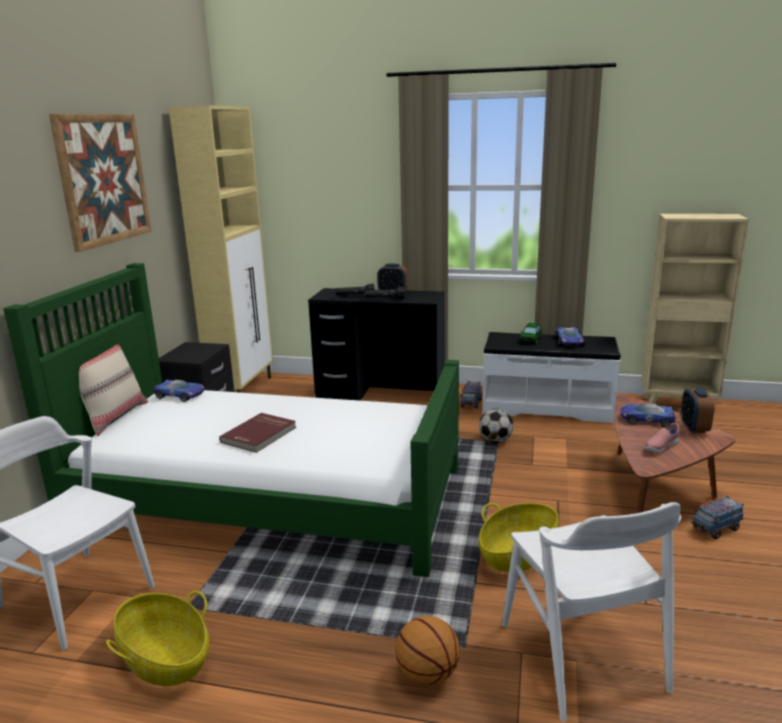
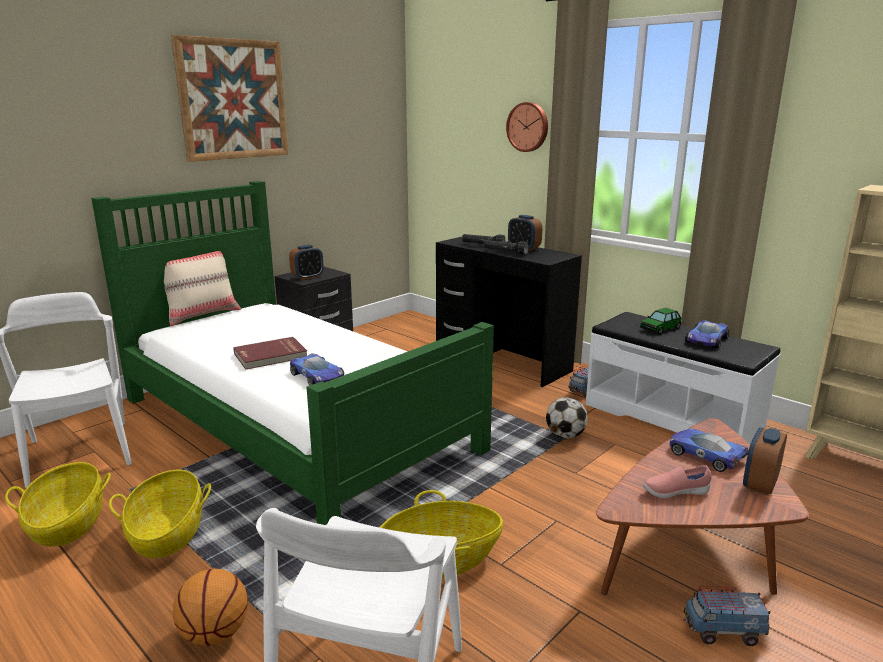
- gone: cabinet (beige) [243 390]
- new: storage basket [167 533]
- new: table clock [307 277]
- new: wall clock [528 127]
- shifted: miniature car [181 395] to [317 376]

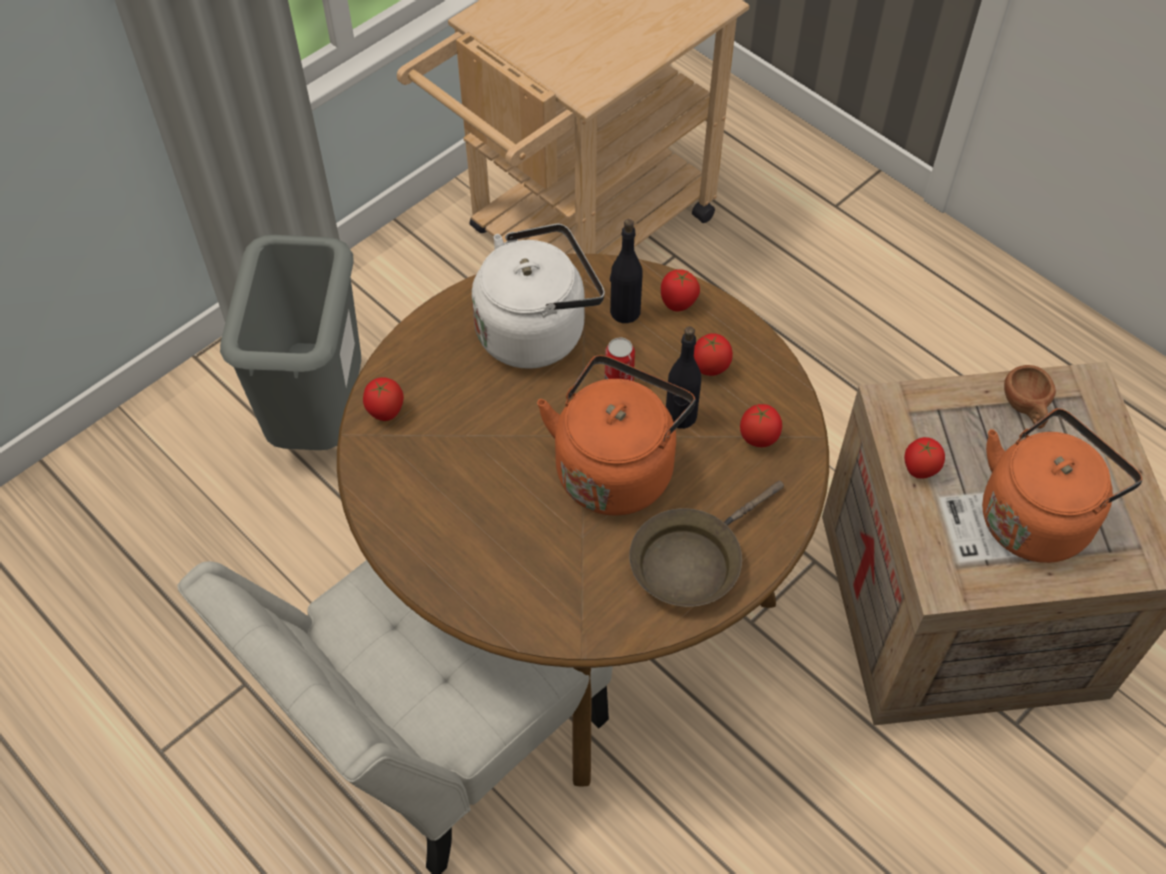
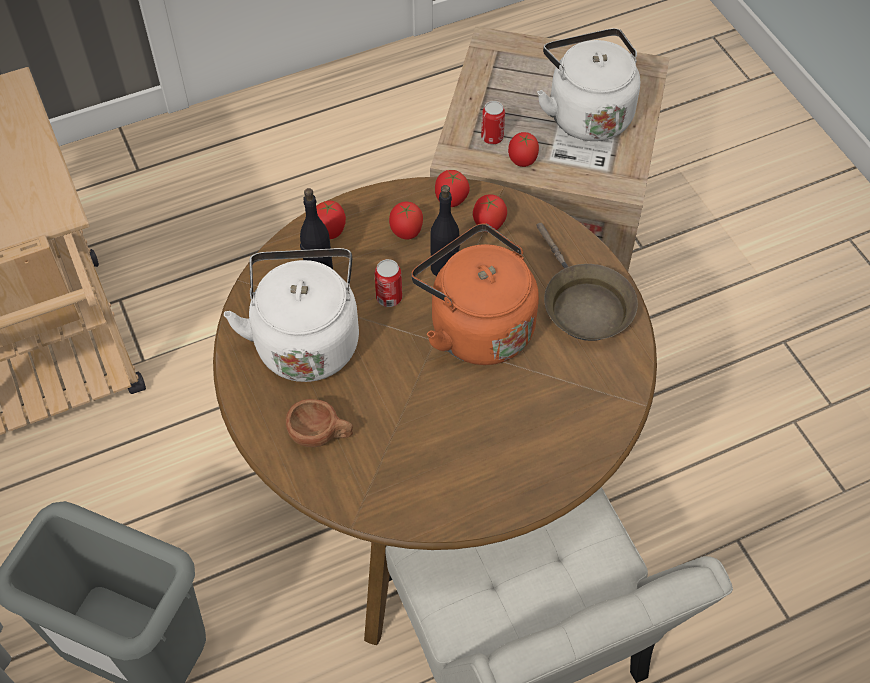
- new: sealed can [492 137]
- shifted: fresh tomato [385 413] to [451 201]
- shifted: cup (brown-coloured) [1026 408] to [321 435]
- repainted: water kettle (orange) [1037 516] to water kettle (white) [586 113]

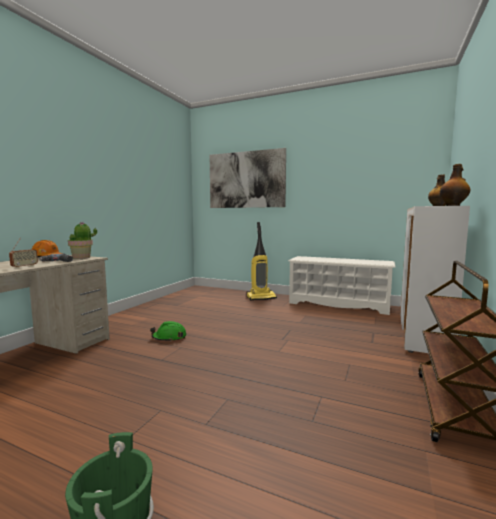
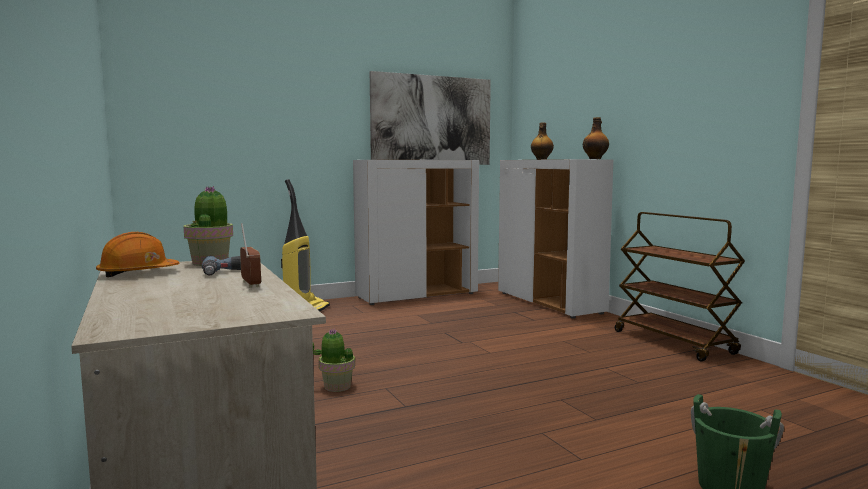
- shifted: wall art [246 180] to [432 120]
- swapped: hard hat (greenish) [169 338] to houseplant [337 386]
- swapped: shoe rack (white) [338 304] to cabinet (white) [417 295]

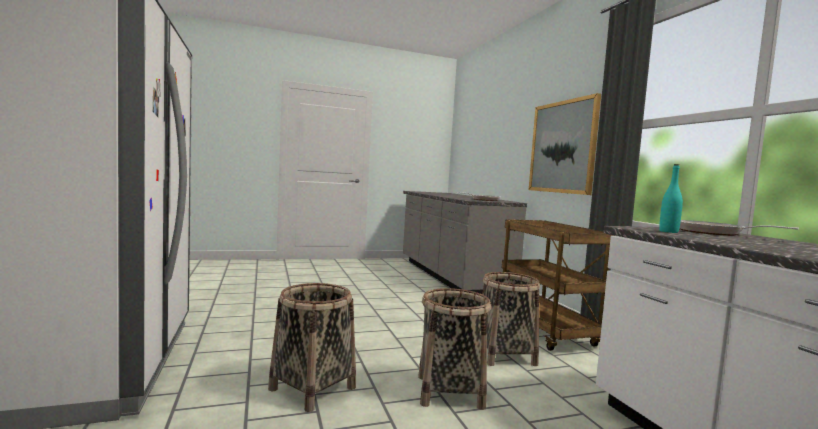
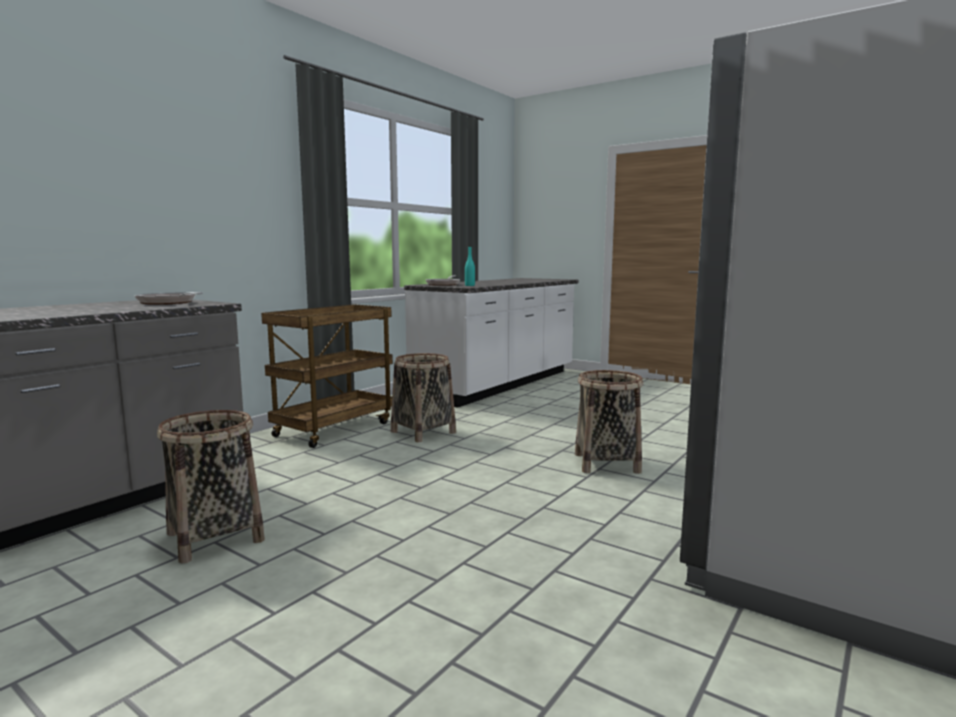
- gone: wall art [562 147]
- shifted: storage basket [450 391] to [214 537]

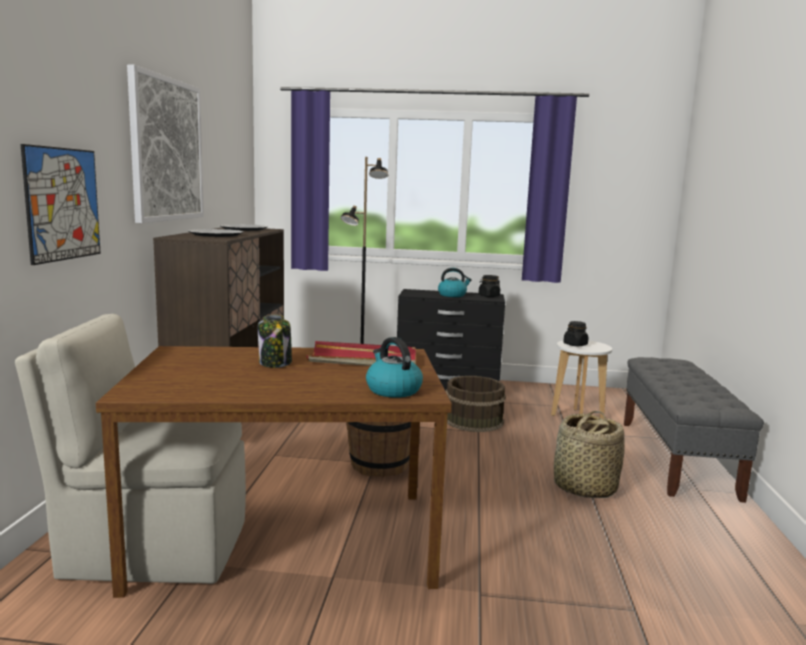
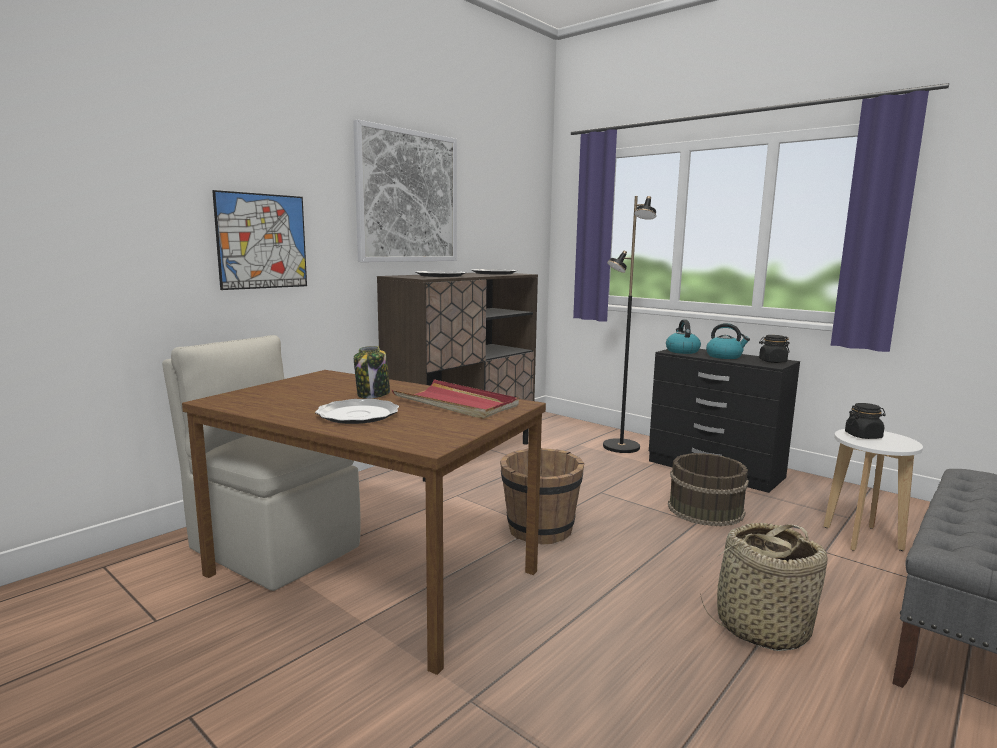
- new: dinner plate [358 414]
- shifted: water kettle [392 390] to [682 351]

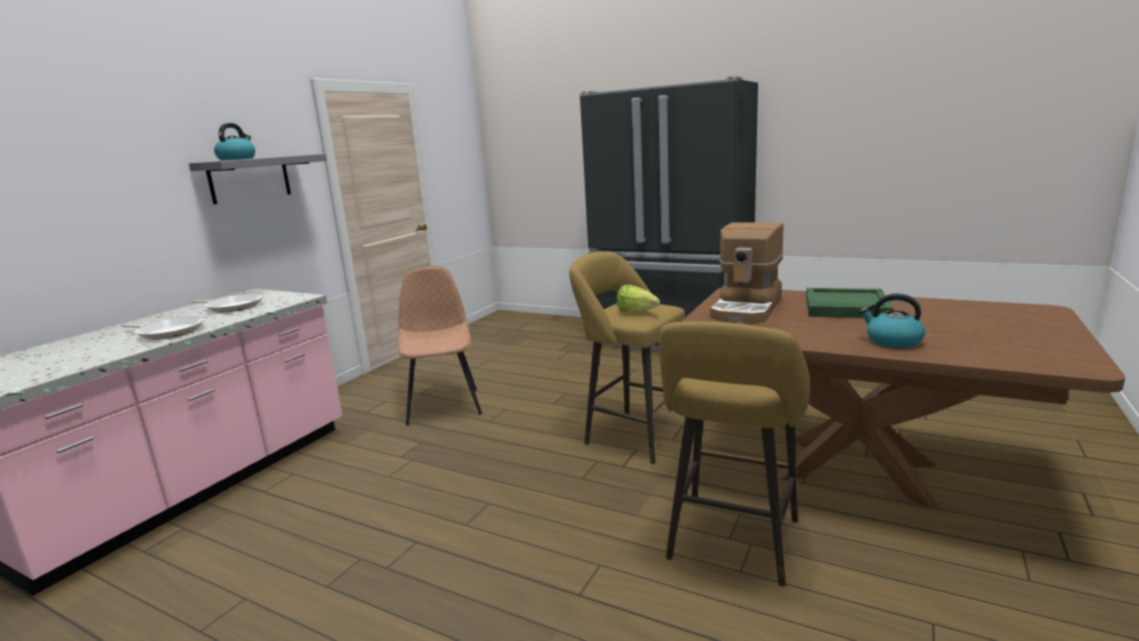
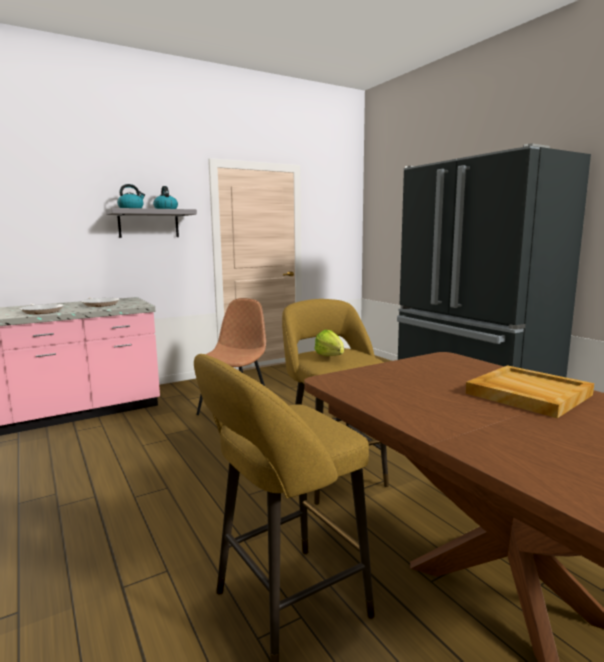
- gone: coffee brewer [747 309]
- shifted: water kettle [892 341] to [165 209]
- repainted: carrying tray (greenish) [845 307] to carrying tray (beige) [527 394]

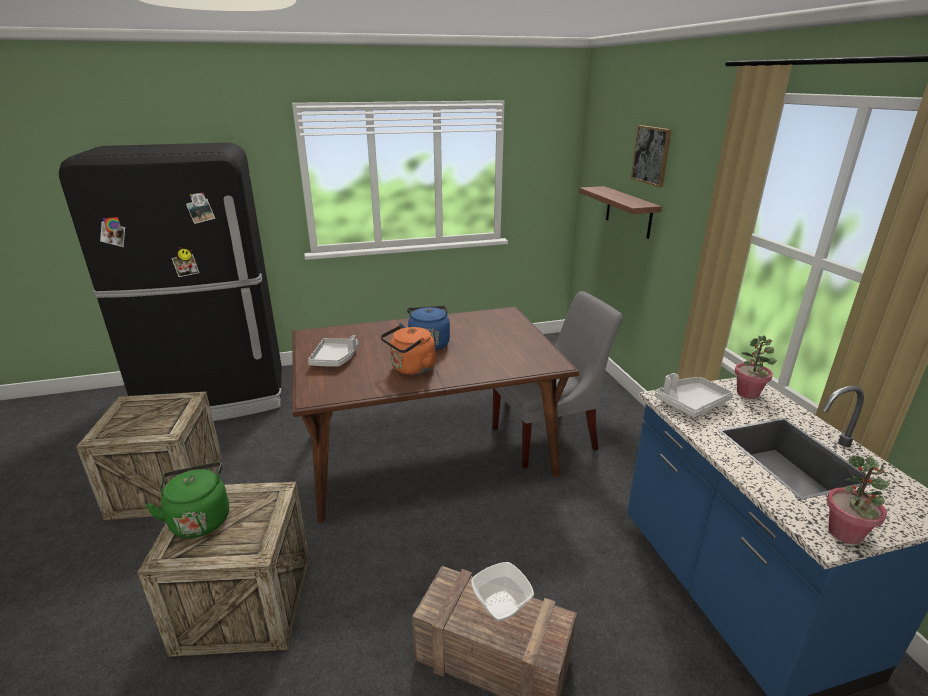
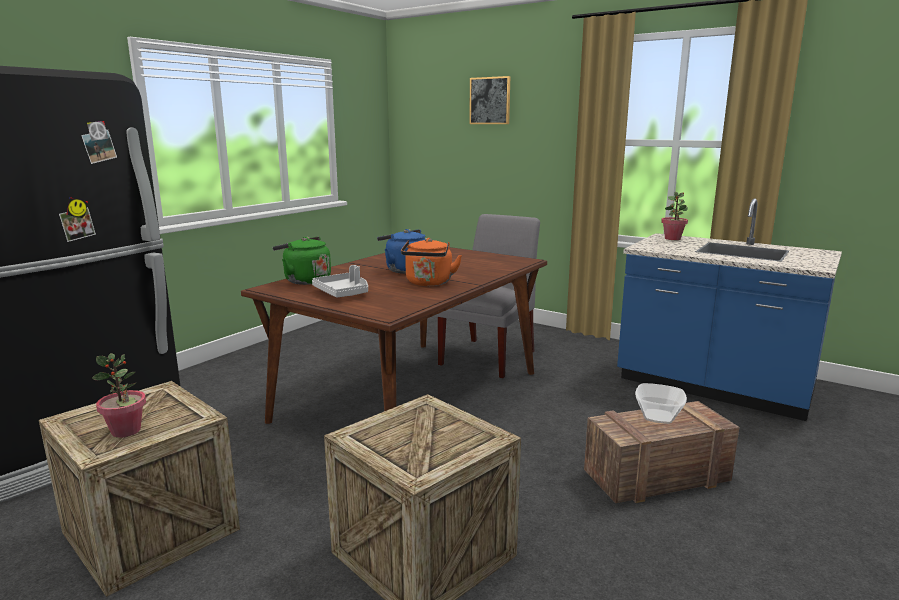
- gone: wall shelf [628 212]
- gone: carrying tray (grey) [691 403]
- shifted: water kettle (greenish) [200 519] to [305 281]
- shifted: houseplant [845 533] to [126 431]

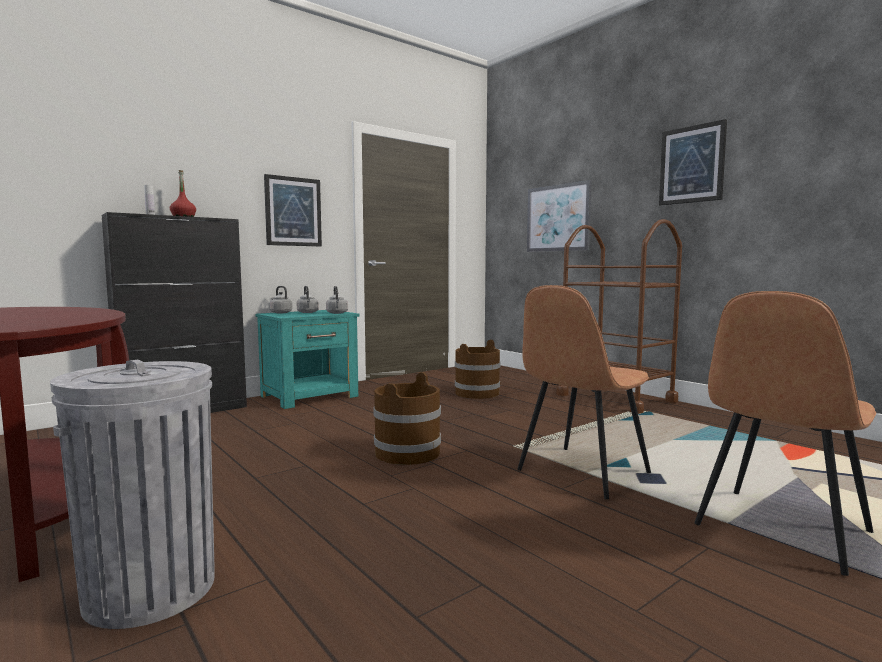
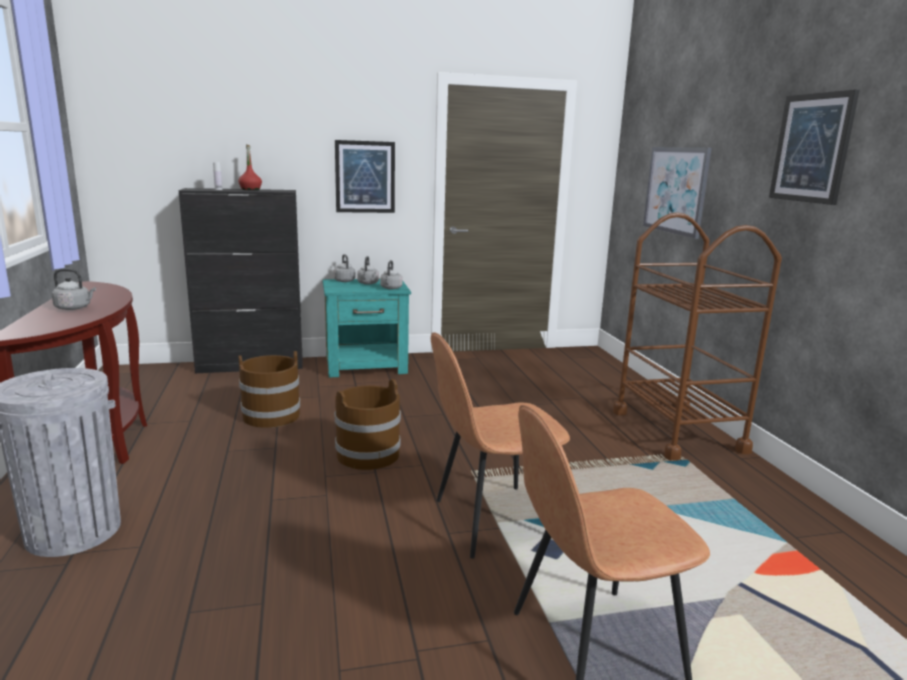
- new: water kettle (grey) [75 308]
- shifted: water bucket (brown-coloured) [477 393] to [272 415]

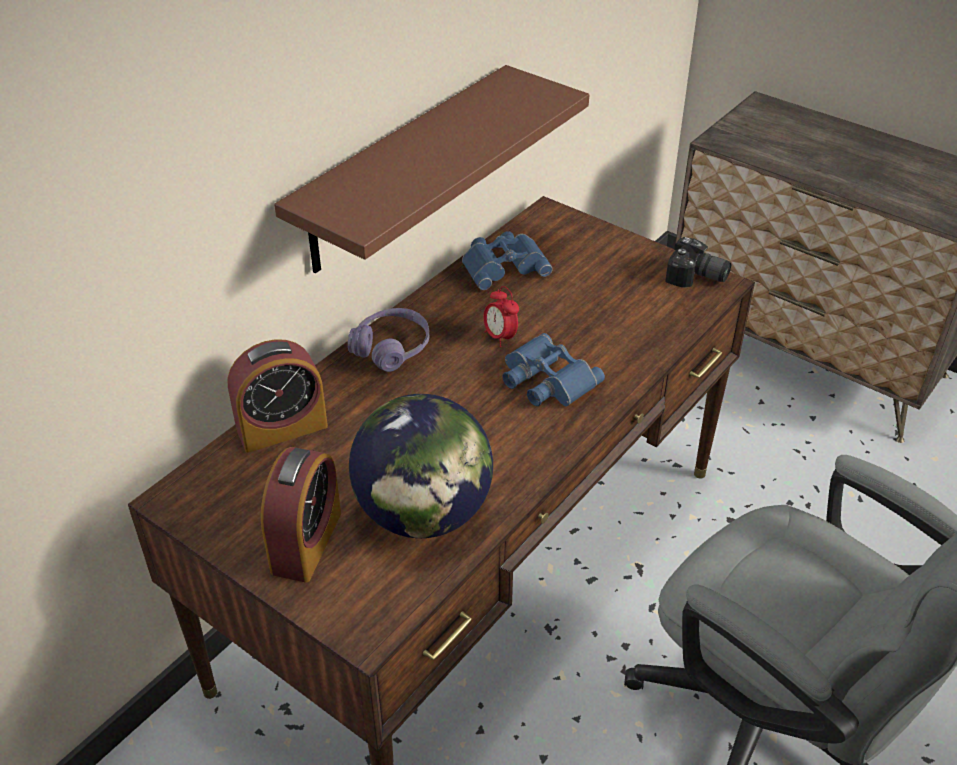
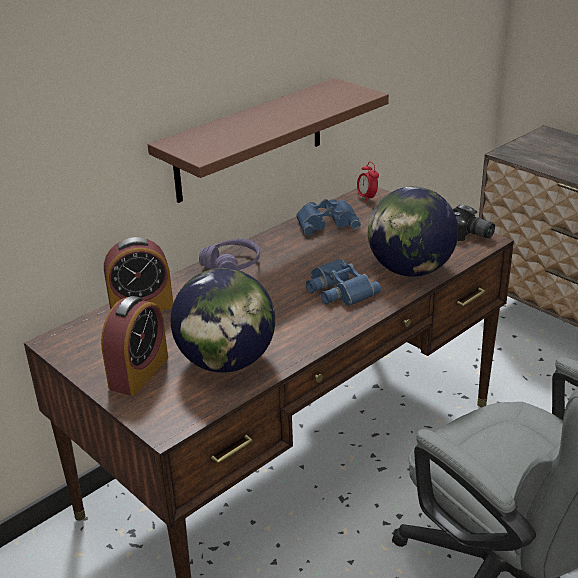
- new: world globe [410 270]
- shifted: table clock [500 337] to [367 198]

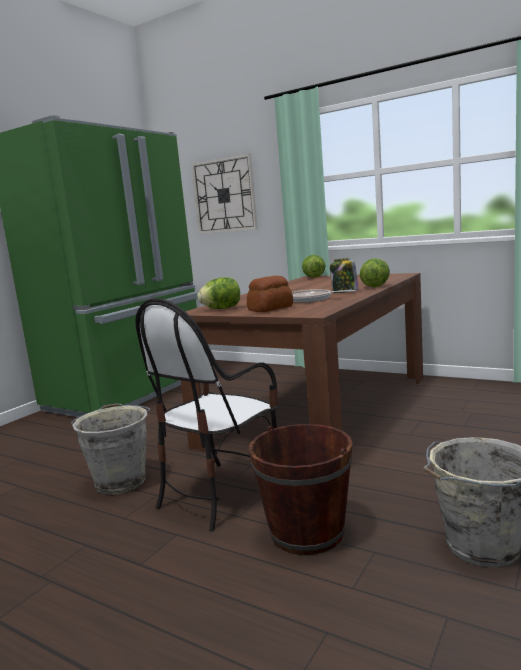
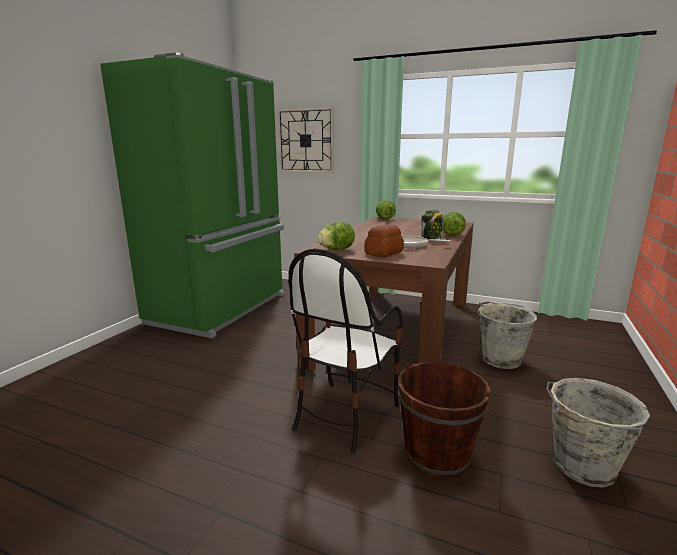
- shifted: water bucket (grey) [120 481] to [499 359]

